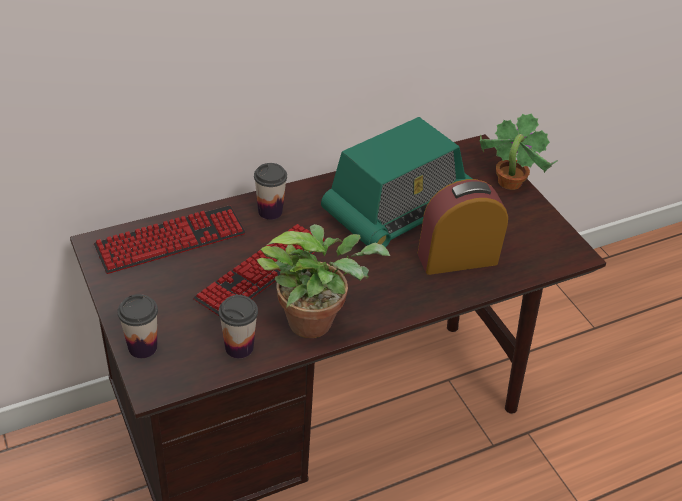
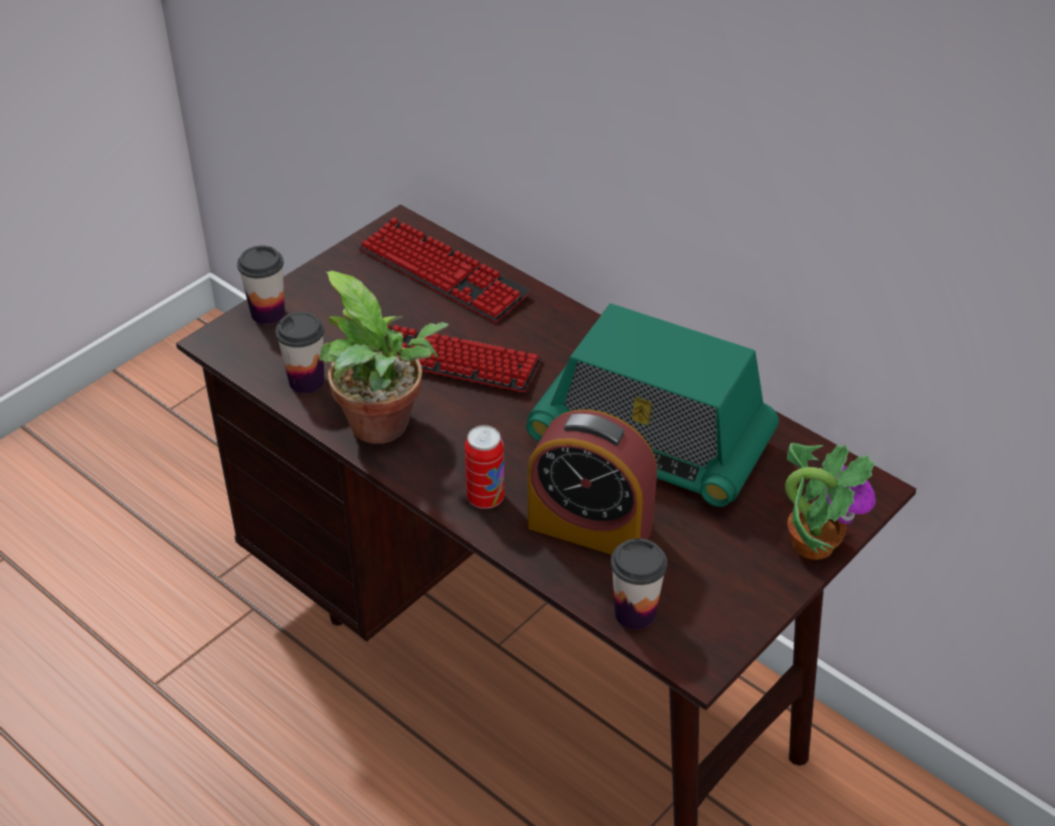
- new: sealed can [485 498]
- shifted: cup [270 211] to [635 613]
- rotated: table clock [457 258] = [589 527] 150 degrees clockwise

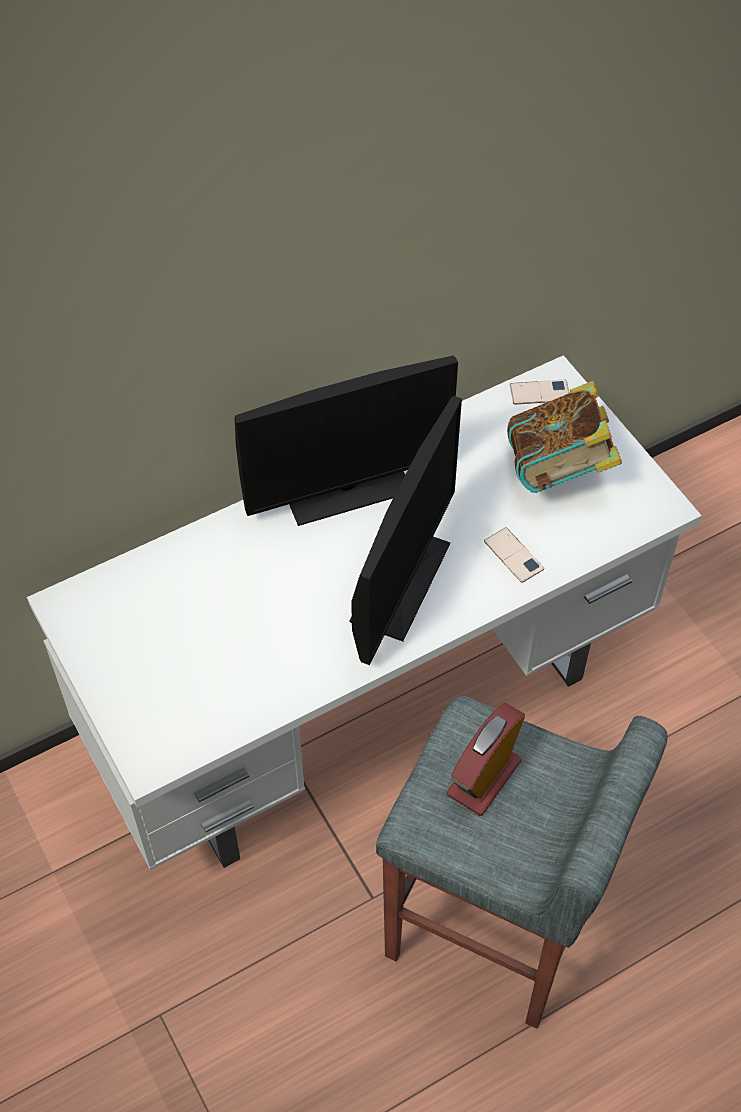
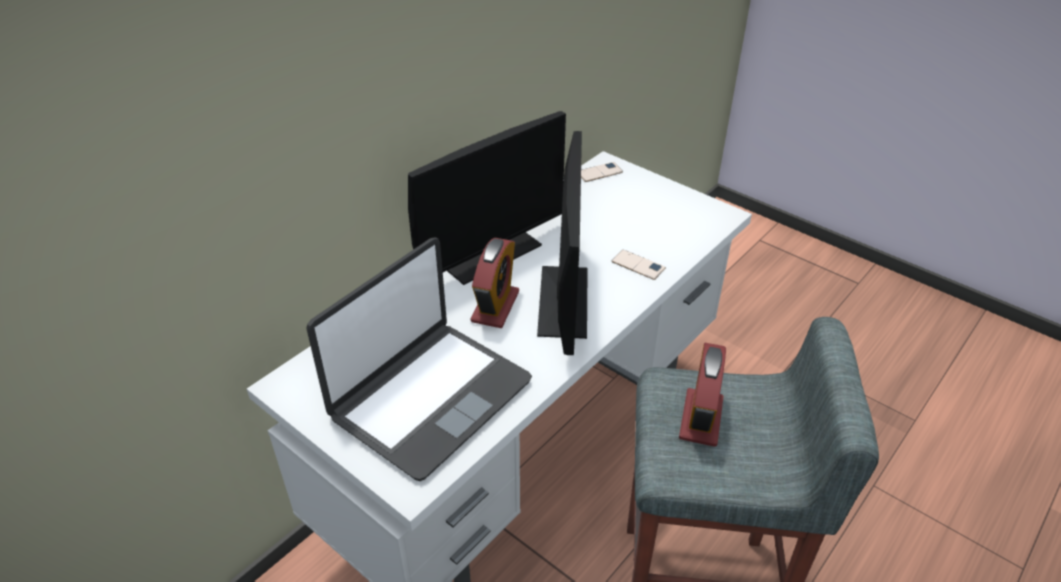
- gone: volume [559 470]
- new: portable computer [430 398]
- new: table clock [495 306]

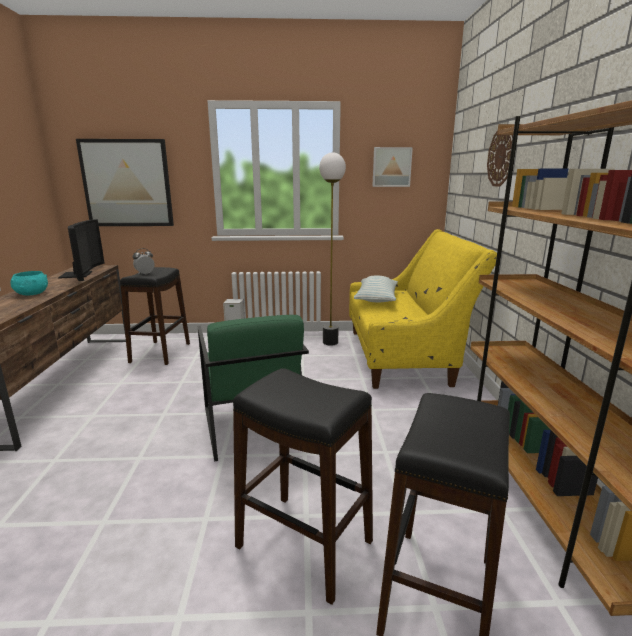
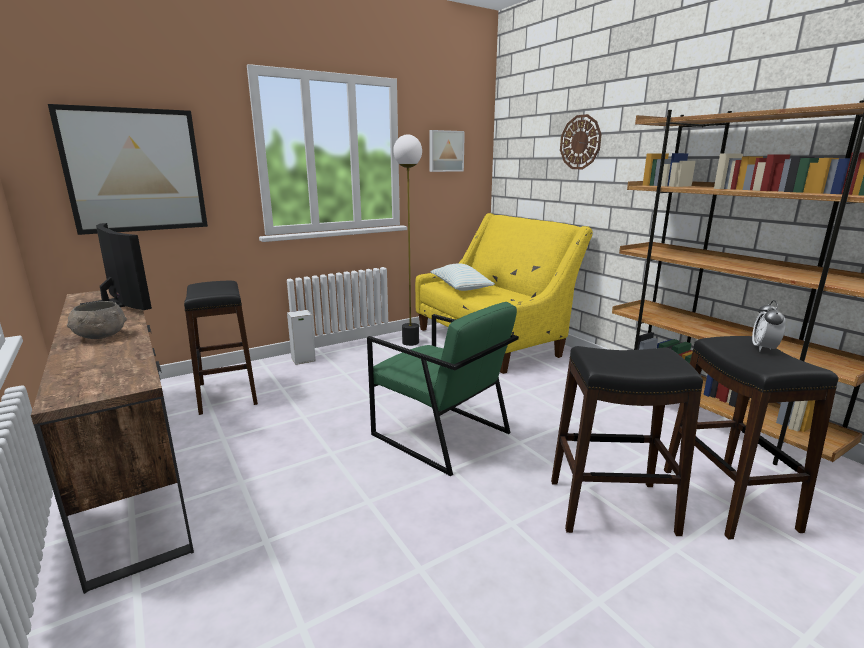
- shifted: table clock [145 274] to [764 348]
- repainted: deep dish (turquoise) [31 294] to deep dish (grey) [101 336]

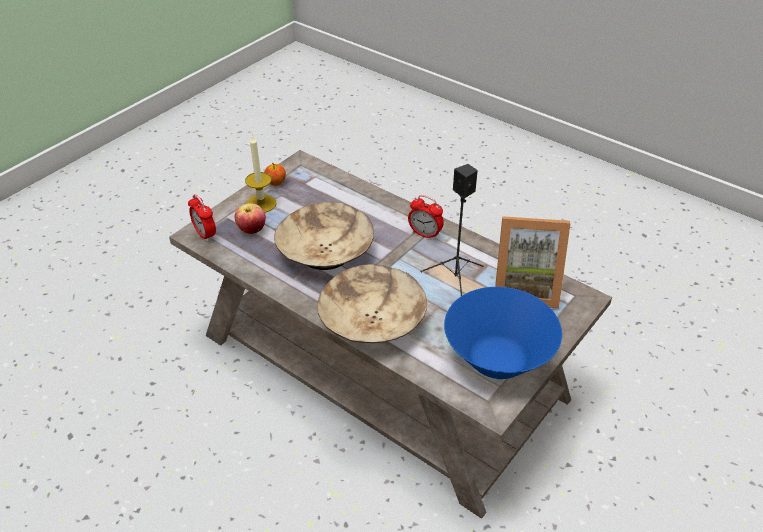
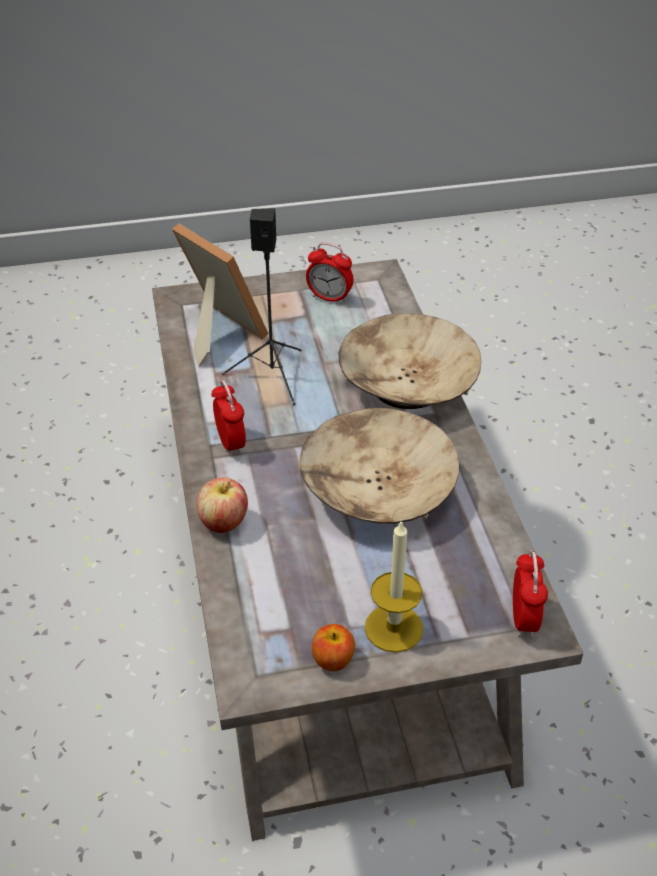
- shifted: apple [251 230] to [223 523]
- swapped: deep dish (blue-coloured) [497 359] to table clock [329 298]

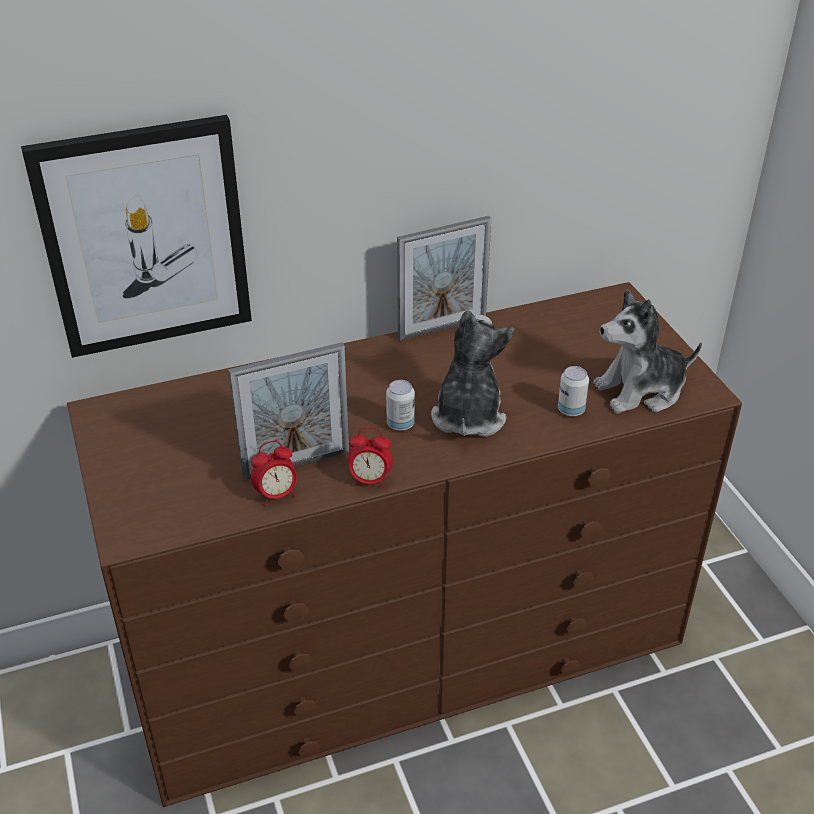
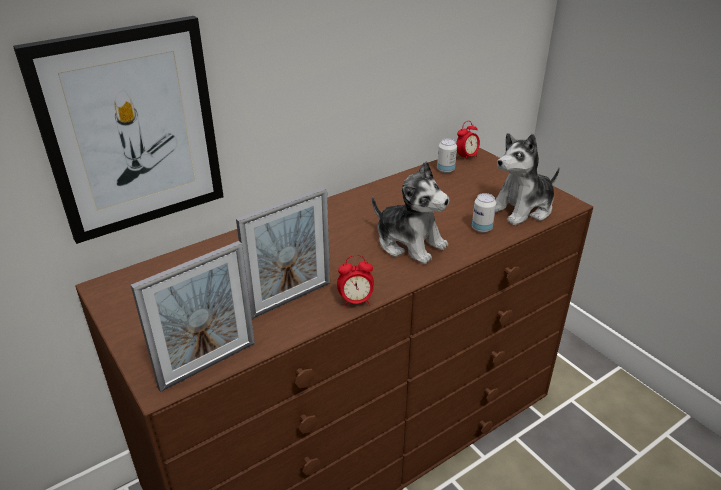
- shifted: table clock [276 495] to [466 157]
- shifted: sealed can [400 424] to [445 170]
- shifted: picture frame [442 328] to [208 365]
- rotated: soft toy [468 415] = [409 243] 135 degrees clockwise

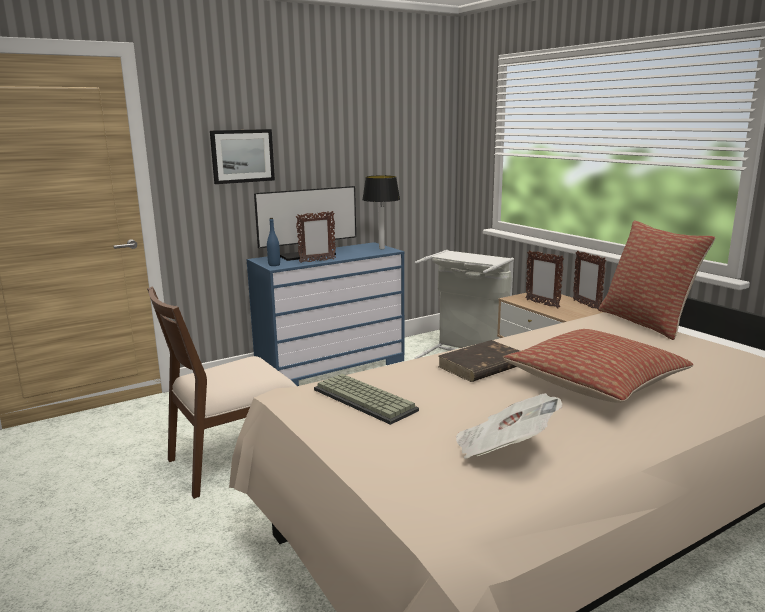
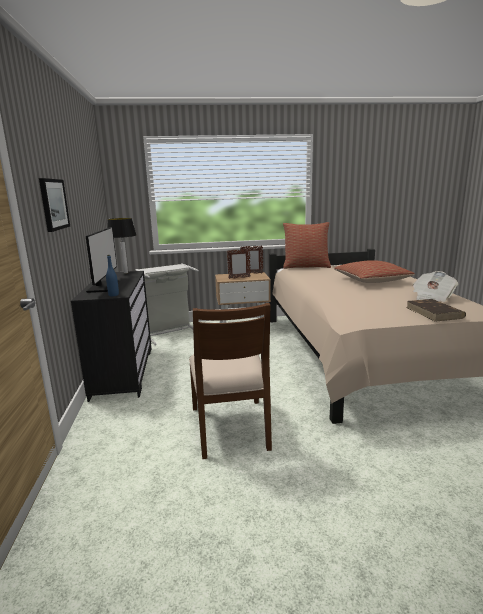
- gone: picture frame [317 261]
- gone: computer keyboard [366 399]
- shifted: volume (brown-coloured) [482 366] to [434 313]
- repainted: dresser (blue-coloured) [331 366] to dresser (black-coloured) [123 371]

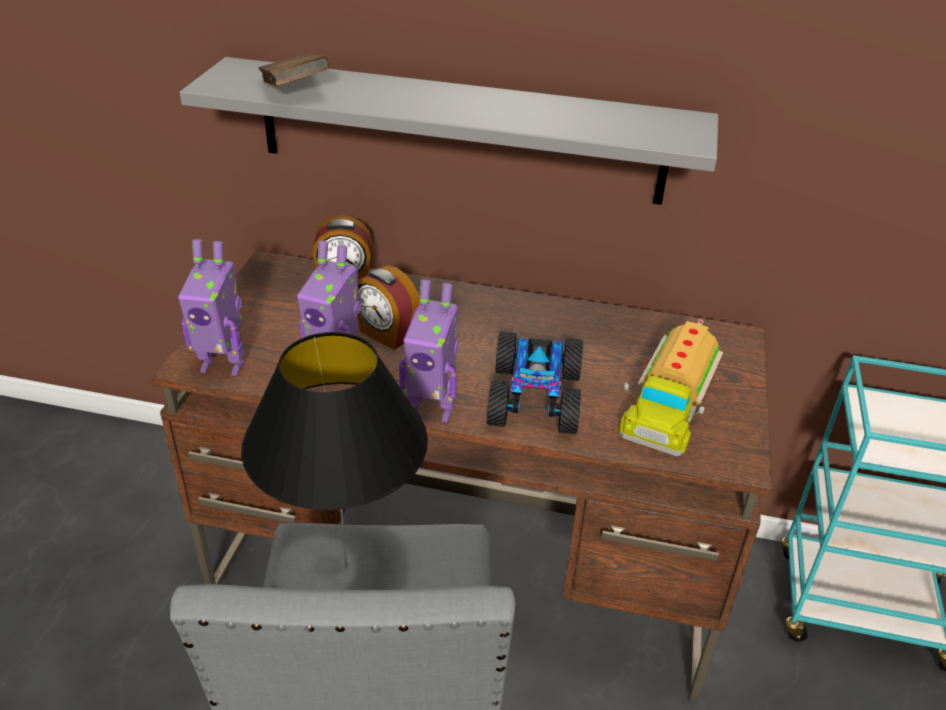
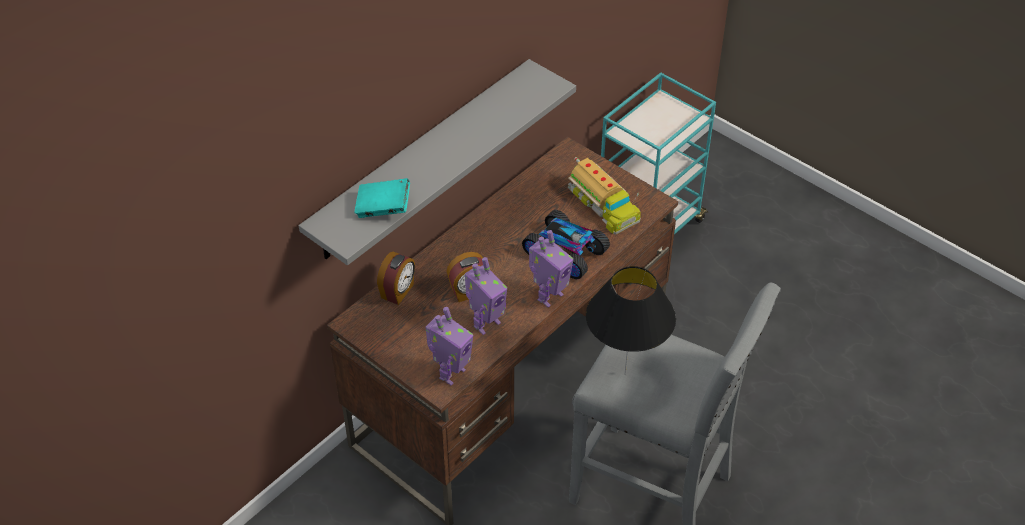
- repainted: volume (brown-coloured) [295 90] to volume (turquoise) [383 208]

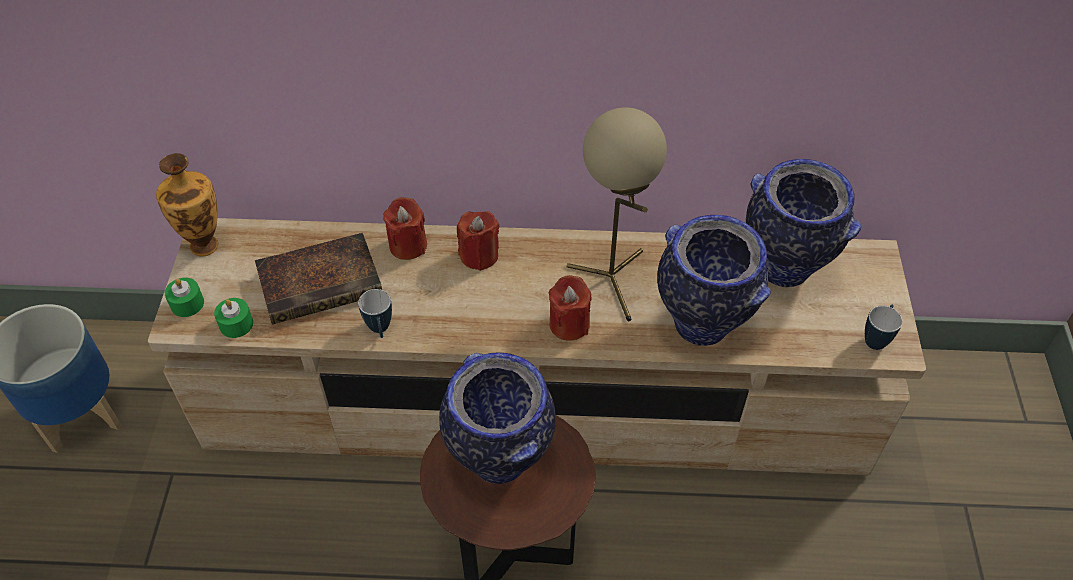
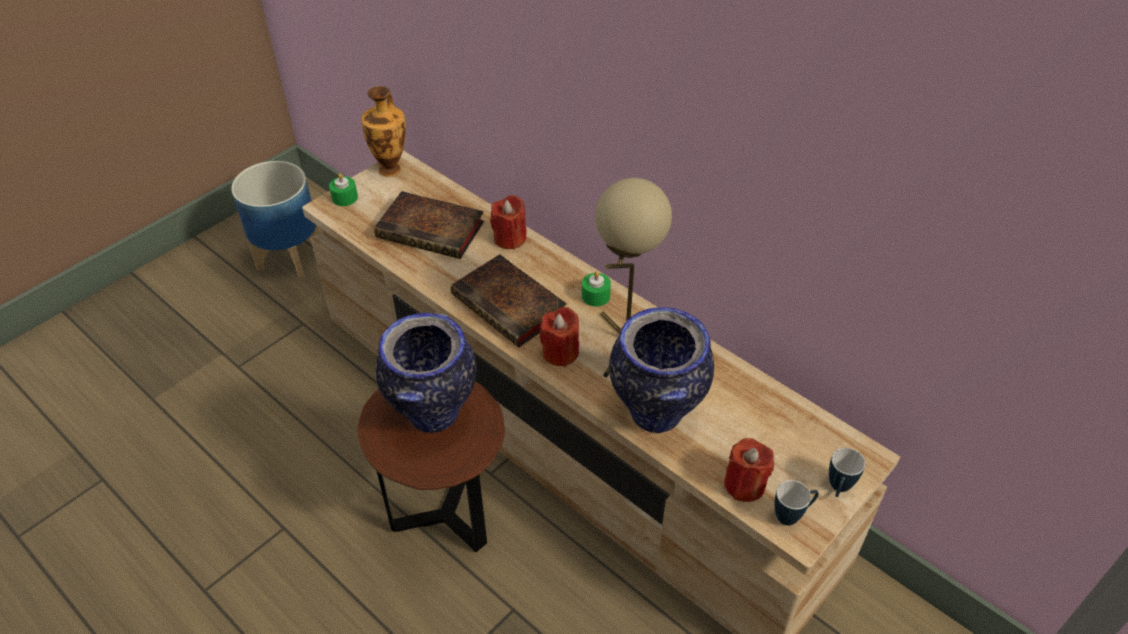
- gone: vase [785 269]
- new: volume [511 306]
- shifted: wax light (greenish) [236 324] to [595 296]
- shifted: tea mug [380 331] to [838 489]
- shifted: wax light (red-coloured) [479 255] to [744 484]

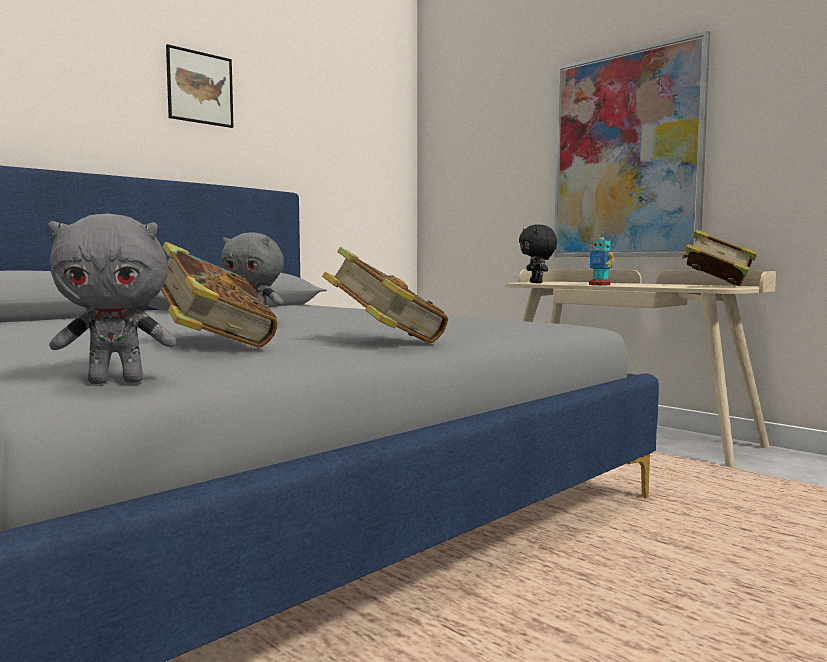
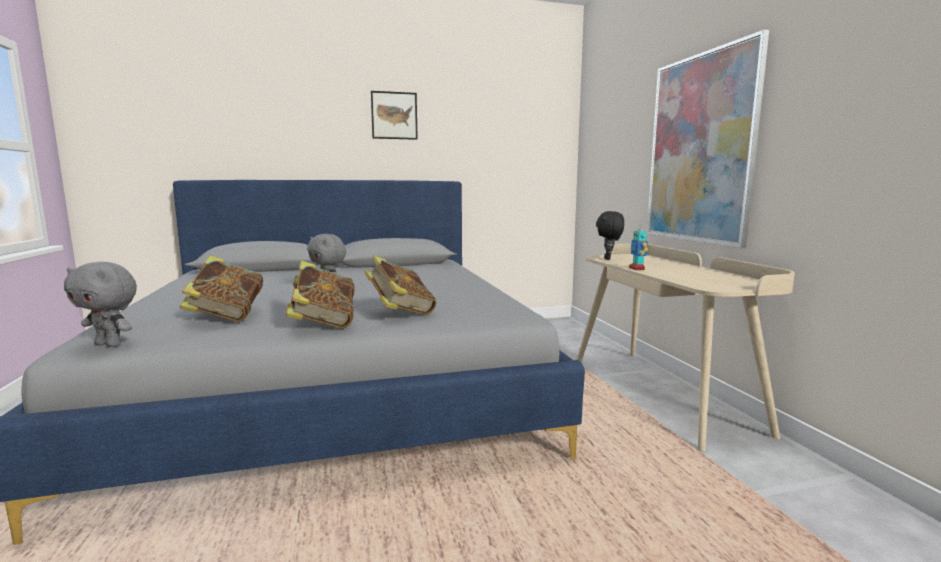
- shifted: volume [716 286] to [400 313]

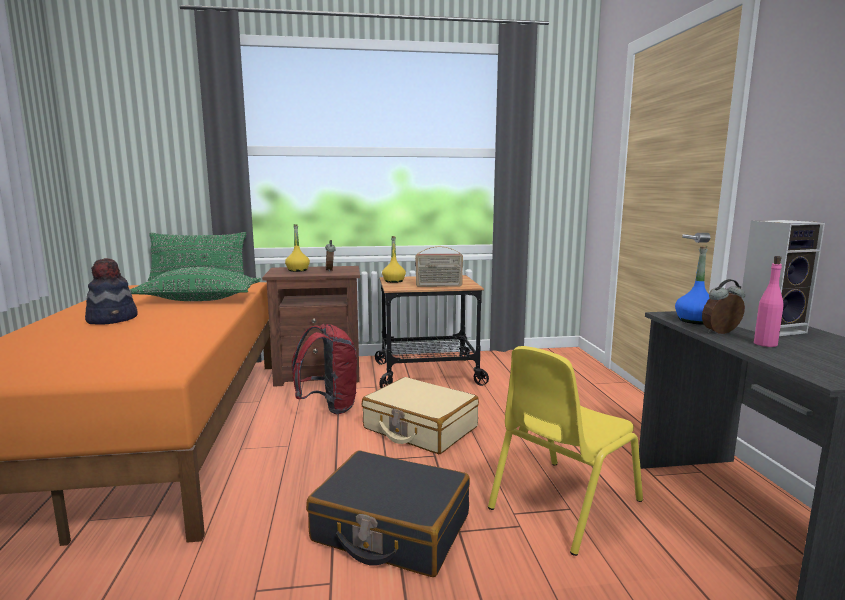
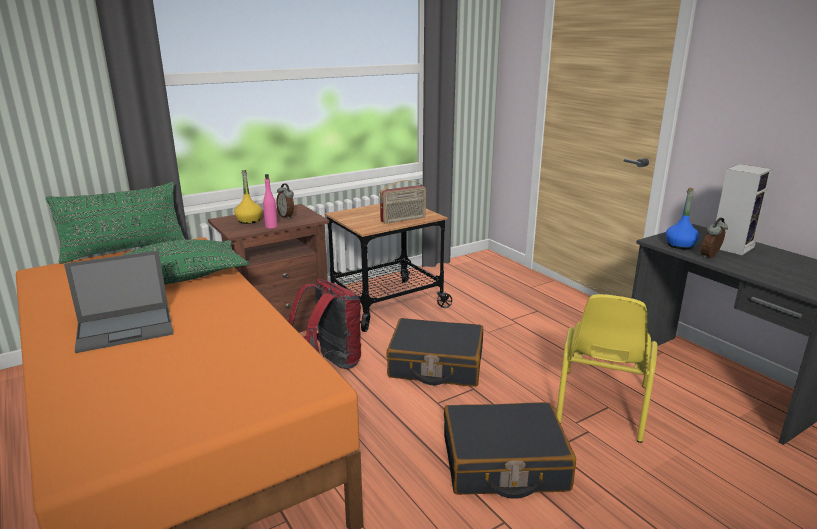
- gone: beverage bottle (yellow) [394 281]
- shifted: beverage bottle (pink-coloured) [765 344] to [271 226]
- swapped: clothing hat [113 319] to portable computer [126 328]
- repainted: piece of luggage (beige) [420 428] to piece of luggage (black-coloured) [436 365]

